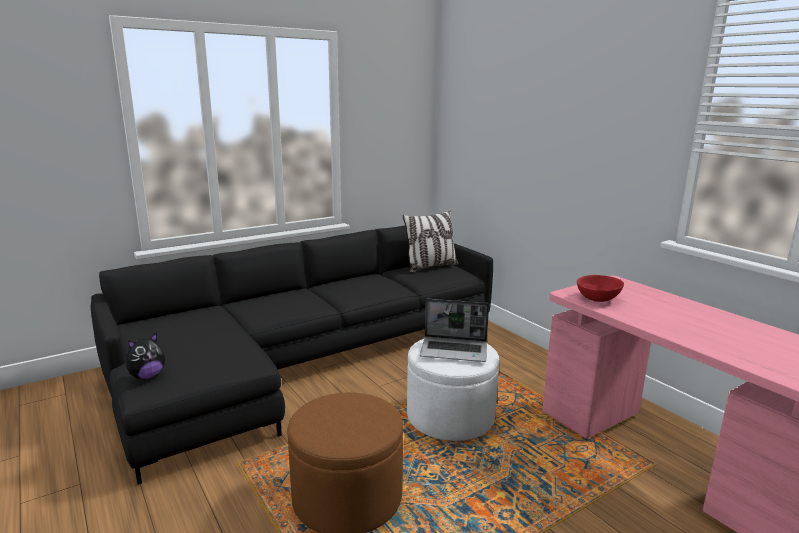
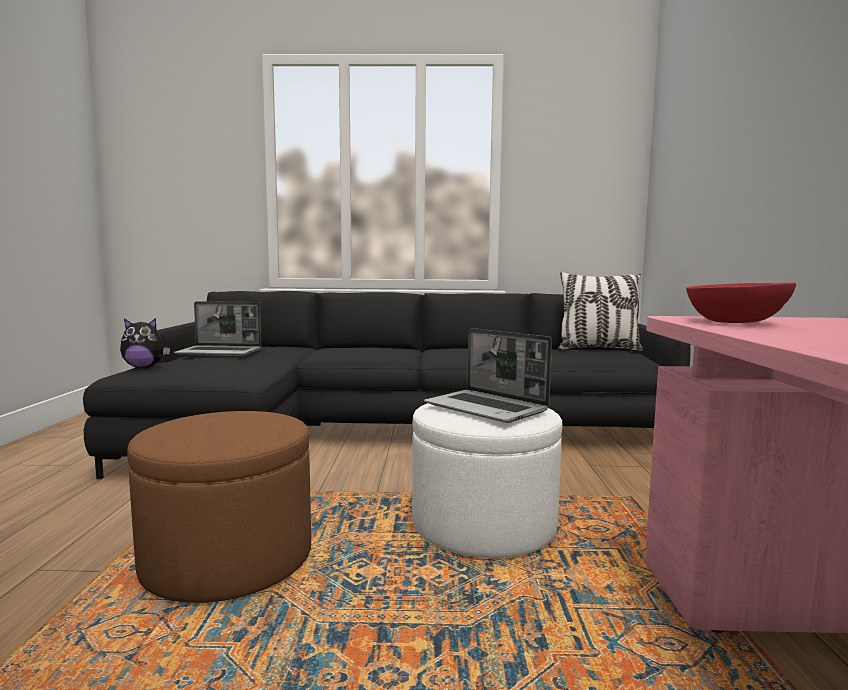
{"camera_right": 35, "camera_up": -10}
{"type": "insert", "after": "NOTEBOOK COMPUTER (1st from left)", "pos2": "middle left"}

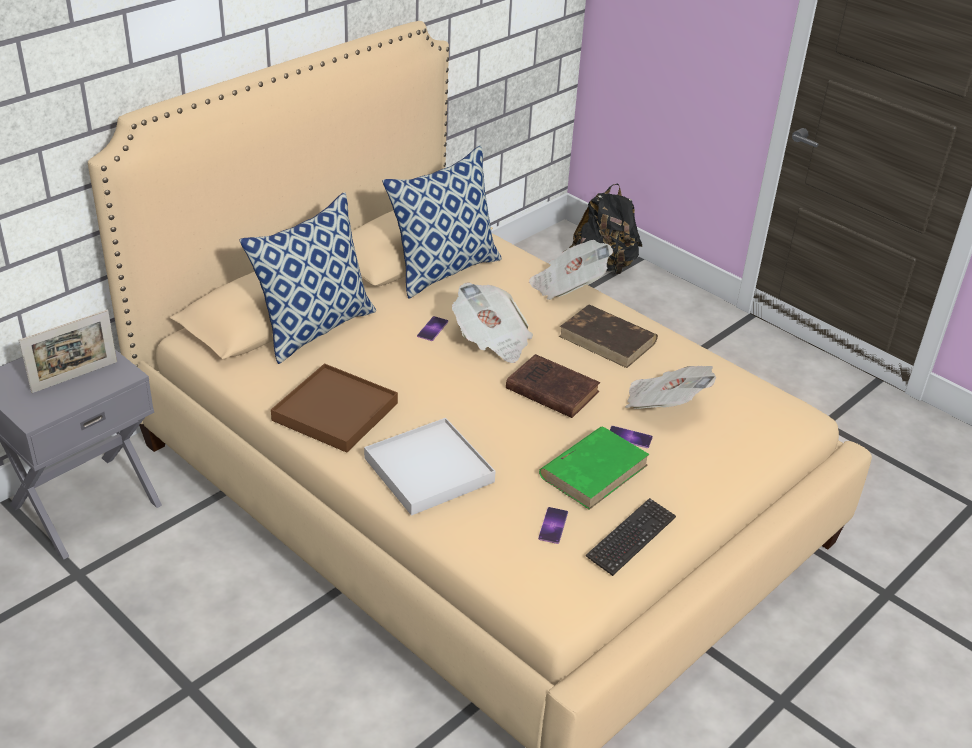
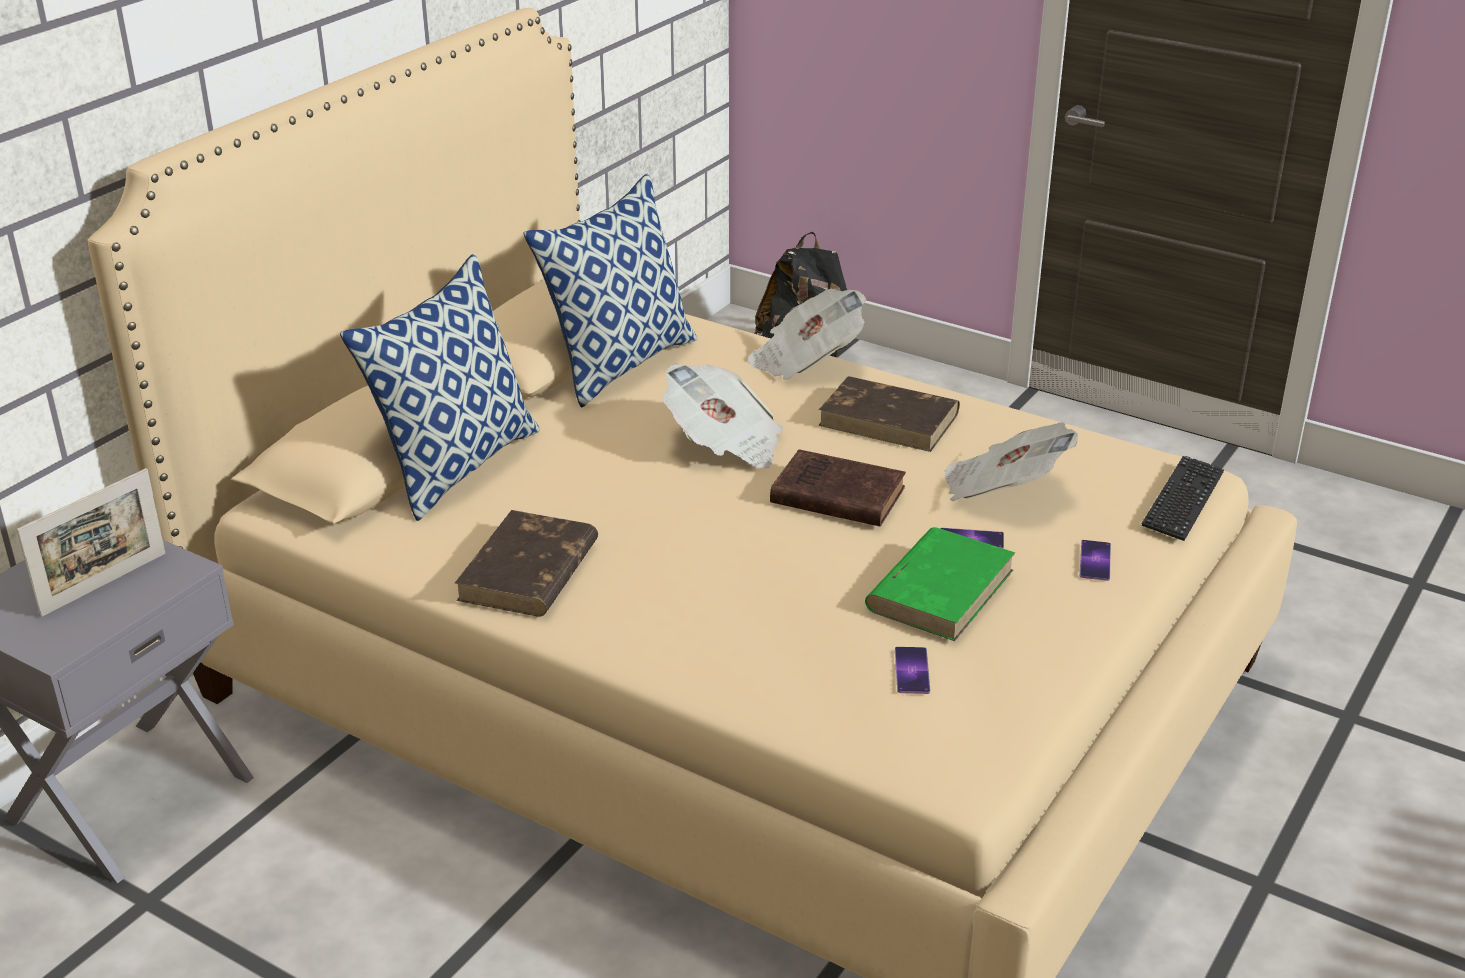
{"camera_right": -10, "camera_up": -5}
{"type": "replace", "before": "BROWN-COLOURED SERVING TRAY", "after": "BROWN-COLOURED BOOK (1st from left)", "pos1": "centre", "pos2": "centre"}
{"type": "move", "before": "TELEPHONE (1st from left in the first image)", "after": "TELEPHONE (3rd from left)", "pos1": "centre", "pos2": "middle right"}
{"type": "move", "before": "KEYBOARD", "pos1": "bottom centre", "pos2": "middle right"}
{"type": "delete", "before": "WHITE SERVING TRAY", "pos1": "centre"}

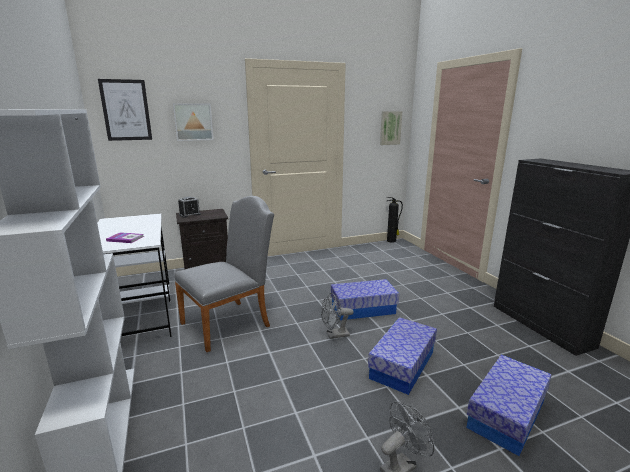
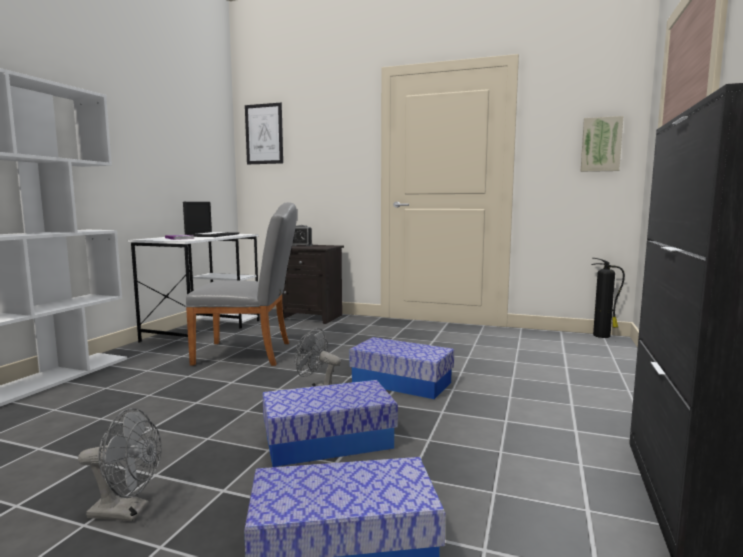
{"camera_right": 40, "camera_up": -10}
{"type": "insert", "after": "NOTEBOOK COMPUTER", "pos2": "middle left"}
{"type": "delete", "before": "PICTURE (2nd from left)", "pos1": "top left"}

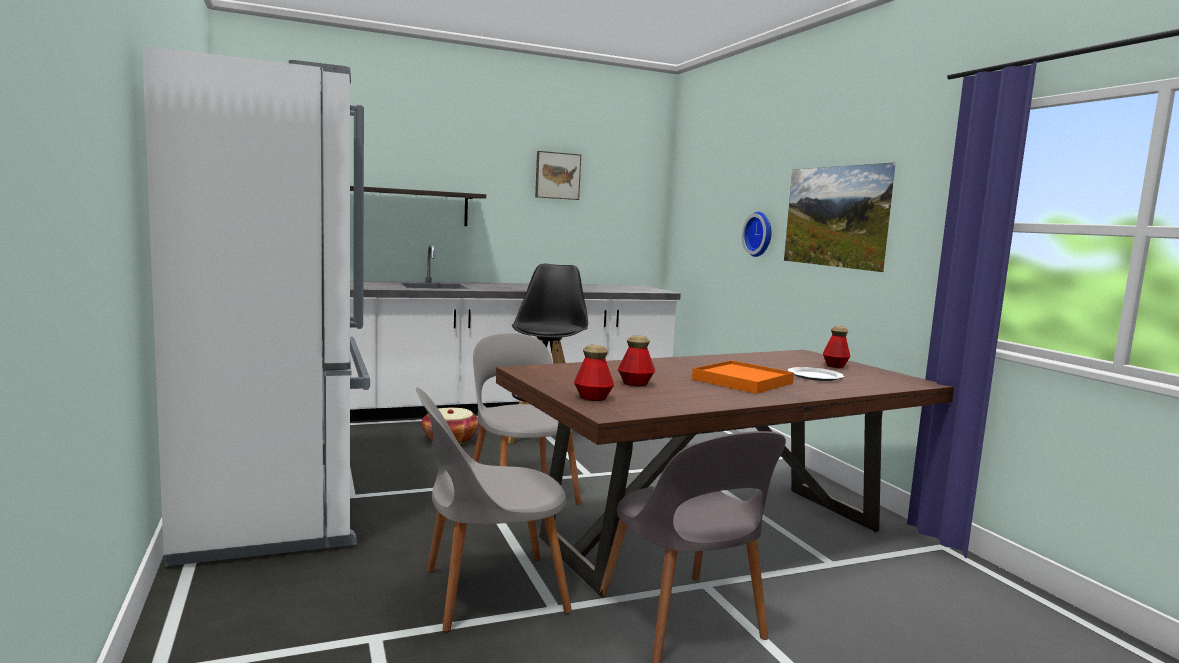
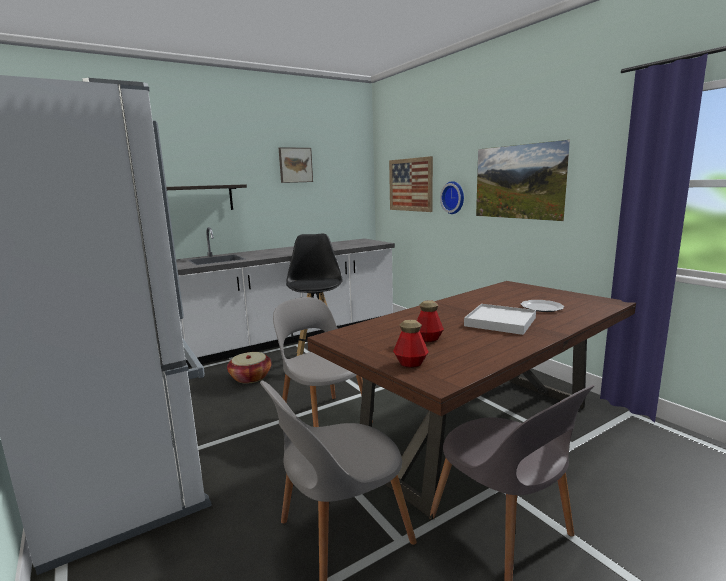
{"camera_right": -10, "camera_up": 5}
{"type": "insert", "after": "PICTURE (2nd from left)", "pos2": "top centre"}
{"type": "recolor", "before": "ORANGE-COLOURED SERVING TRAY", "after": "WHITE SERVING TRAY", "pos1": "centre", "pos2": "middle right"}
{"type": "delete", "before": "BEVERAGE BOTTLE (3rd from left)", "pos1": "middle right"}

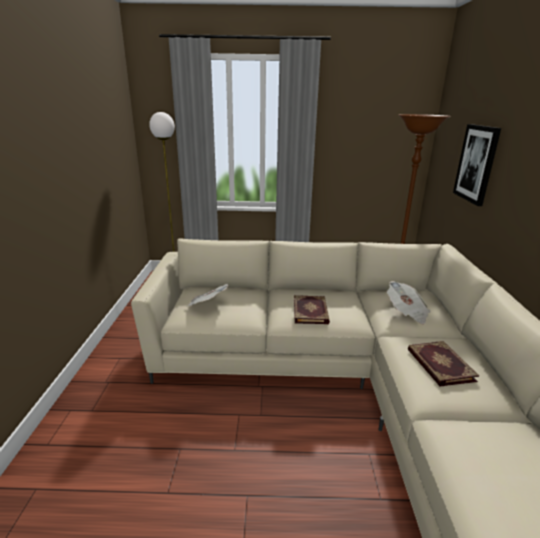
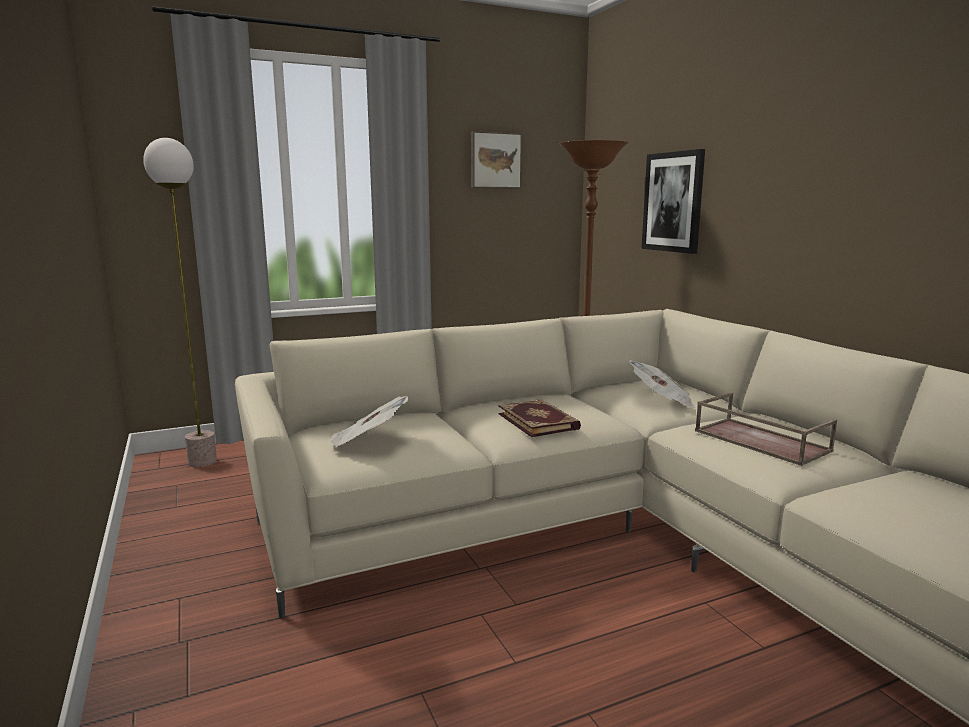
{"camera_right": -25, "camera_up": -10}
{"type": "insert", "after": "PICTURE (1st from left)", "pos2": "top centre"}
{"type": "replace", "before": "BOOK (2nd from left)", "after": "BROWN-COLOURED SERVING TRAY", "pos1": "bottom right", "pos2": "middle right"}

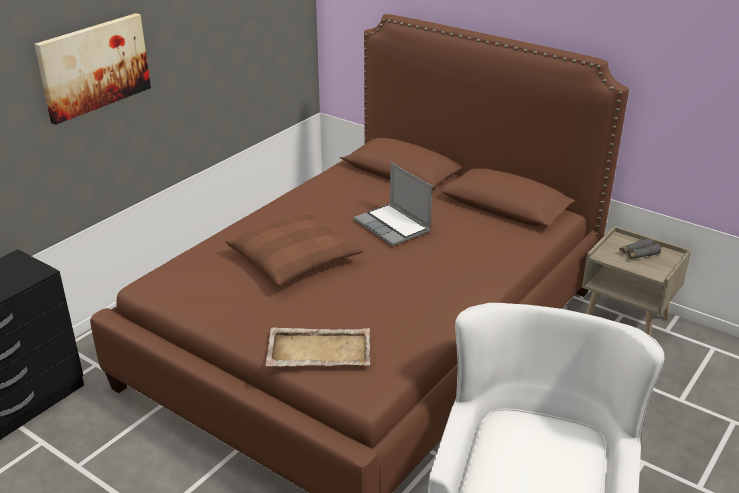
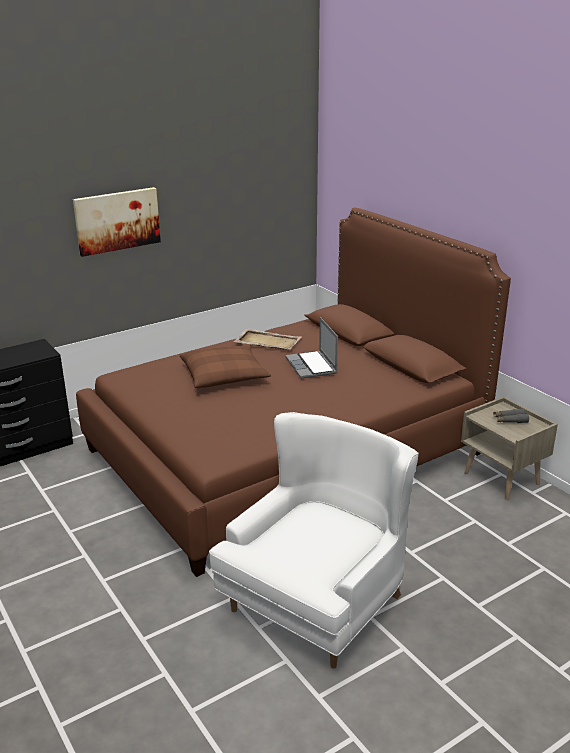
{"camera_right": 20, "camera_up": -5}
{"type": "move", "before": "BEIGE SERVING TRAY", "pos1": "bottom centre", "pos2": "centre"}

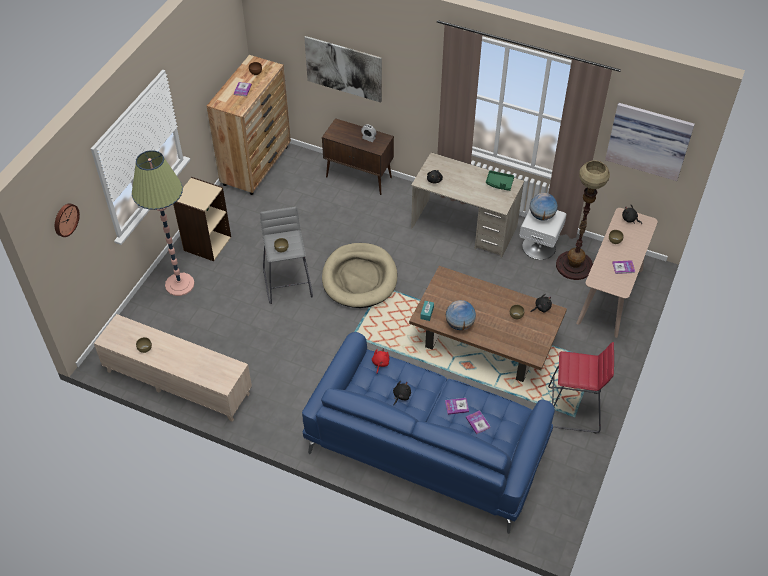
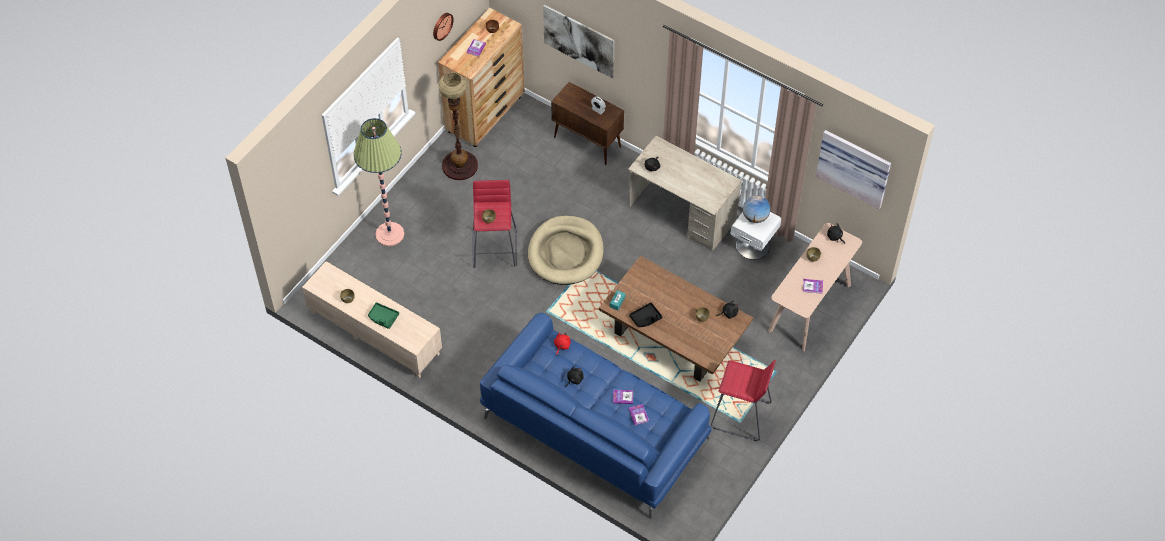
{"camera_right": 10, "camera_up": 5}
{"type": "move", "before": "GREEN SERVING TRAY", "pos1": "top centre", "pos2": "middle left"}
{"type": "move", "before": "HANGING CLOCK", "pos1": "middle left", "pos2": "top centre"}
{"type": "move", "before": "STANDING LAMP (2nd from left)", "pos1": "middle right", "pos2": "top centre"}
{"type": "recolor", "before": "GRAY STOOL SEAT", "after": "RED STOOL SEAT (1st from left)", "pos1": "centre", "pos2": "centre"}
{"type": "replace", "before": "DESK GLOBE (1st from left)", "after": "BLACK SERVING TRAY", "pos1": "centre", "pos2": "centre"}
{"type": "delete", "before": "BEIGE BOOKSHELF", "pos1": "middle left"}

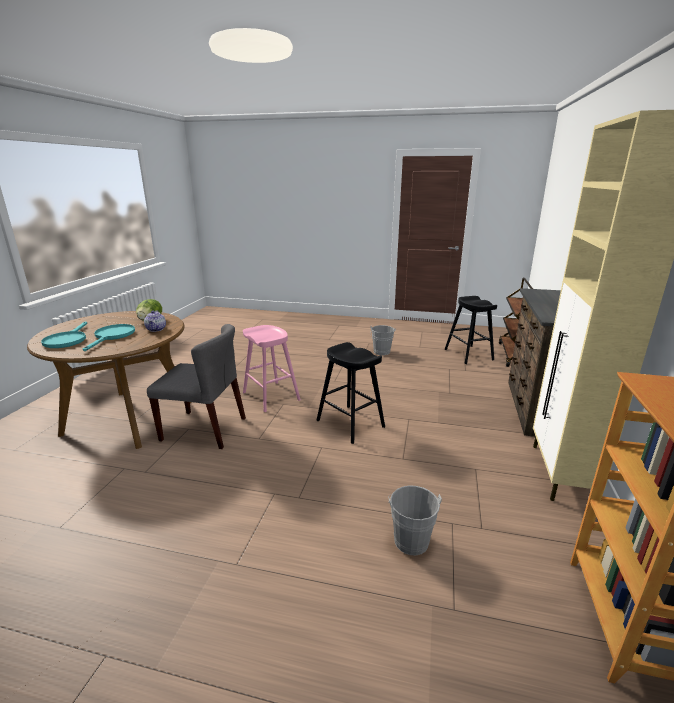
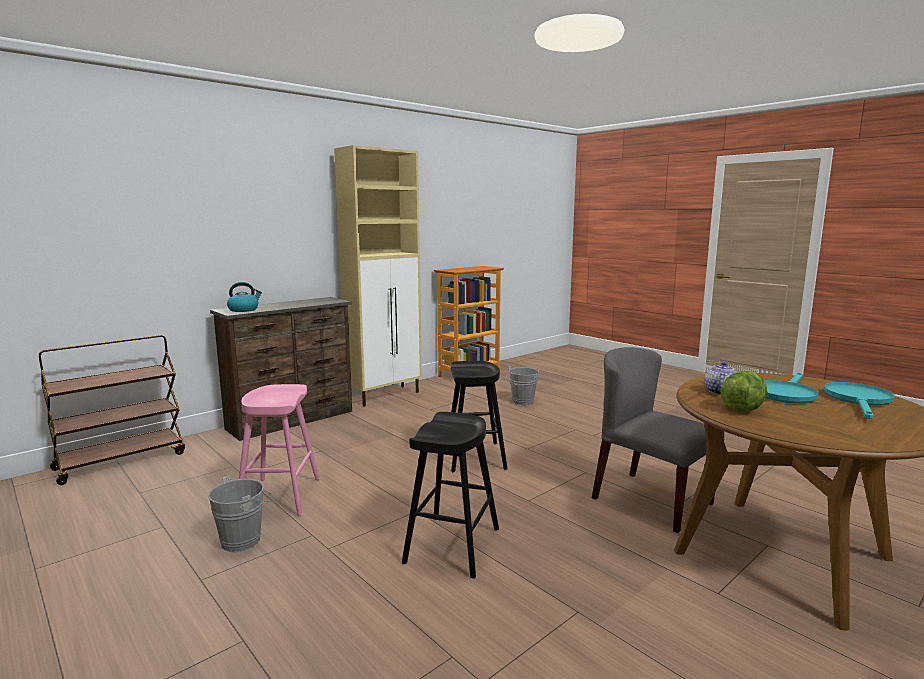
{"camera_right": -145, "camera_up": -10}
{"type": "insert", "after": "WATER KETTLE", "pos2": "middle left"}
{"type": "move", "before": "PINKISH STOOL SEAT", "pos1": "centre", "pos2": "middle left"}
{"type": "move", "before": "BLACK STOOL SEAT (2nd from left in the first image)", "after": "BLACK STOOL SEAT (1st from left)", "pos1": "middle right", "pos2": "bottom centre"}

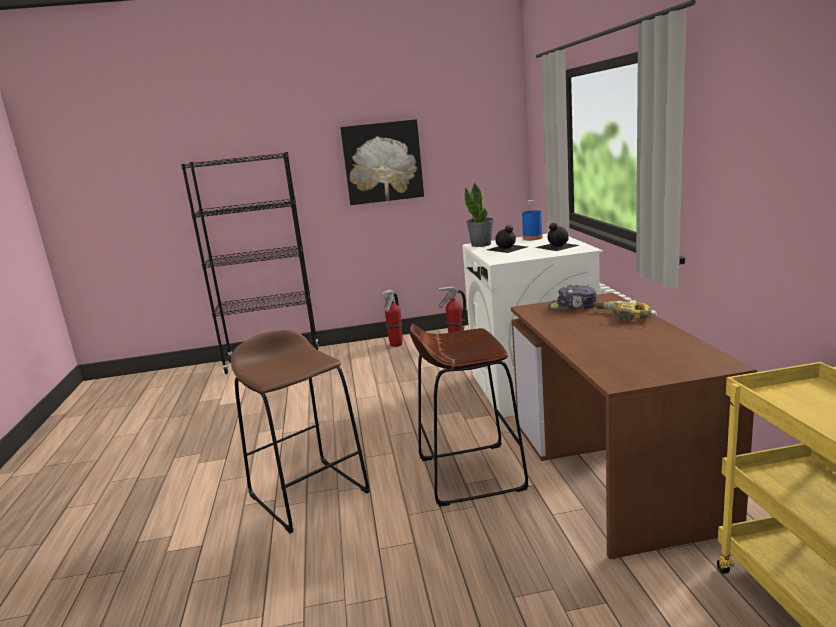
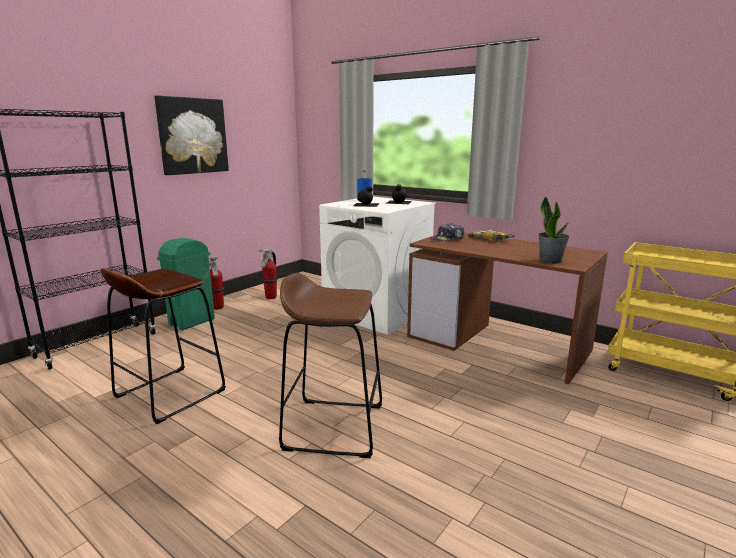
{"camera_right": -45, "camera_up": 0}
{"type": "move", "before": "BROWN-COLOURED STOOL SEAT (2nd from left in the first image)", "after": "BROWN-COLOURED STOOL SEAT (1st from left)", "pos1": "centre", "pos2": "middle left"}
{"type": "insert", "after": "GREEN RUBBISH BIN", "pos2": "middle left"}
{"type": "move", "before": "HOUSEPLANT", "pos1": "centre", "pos2": "middle right"}

